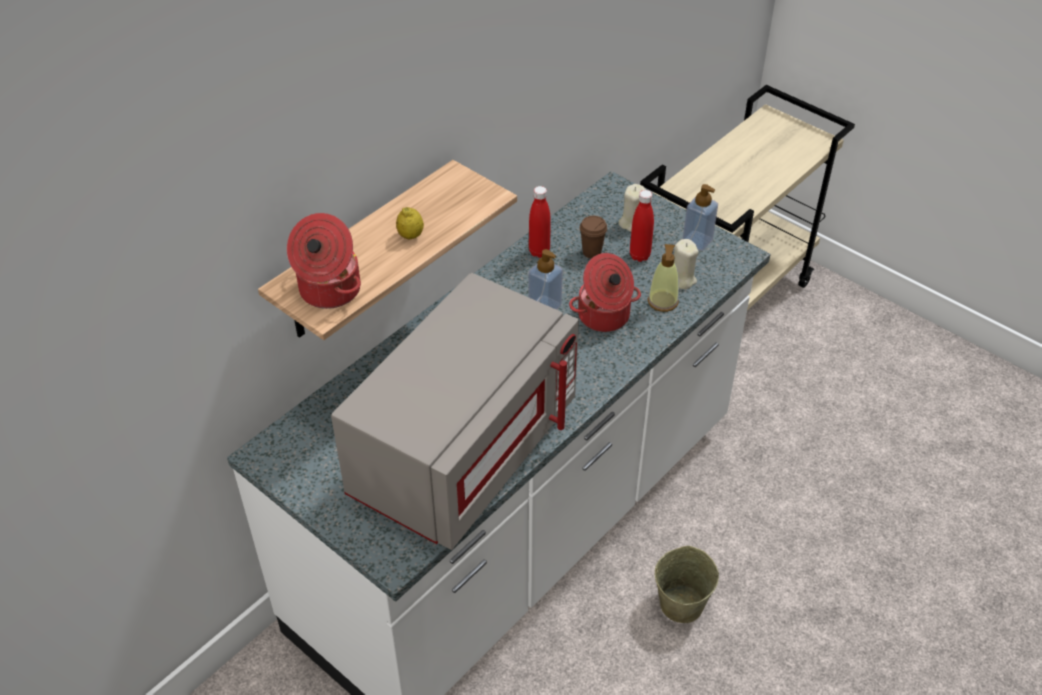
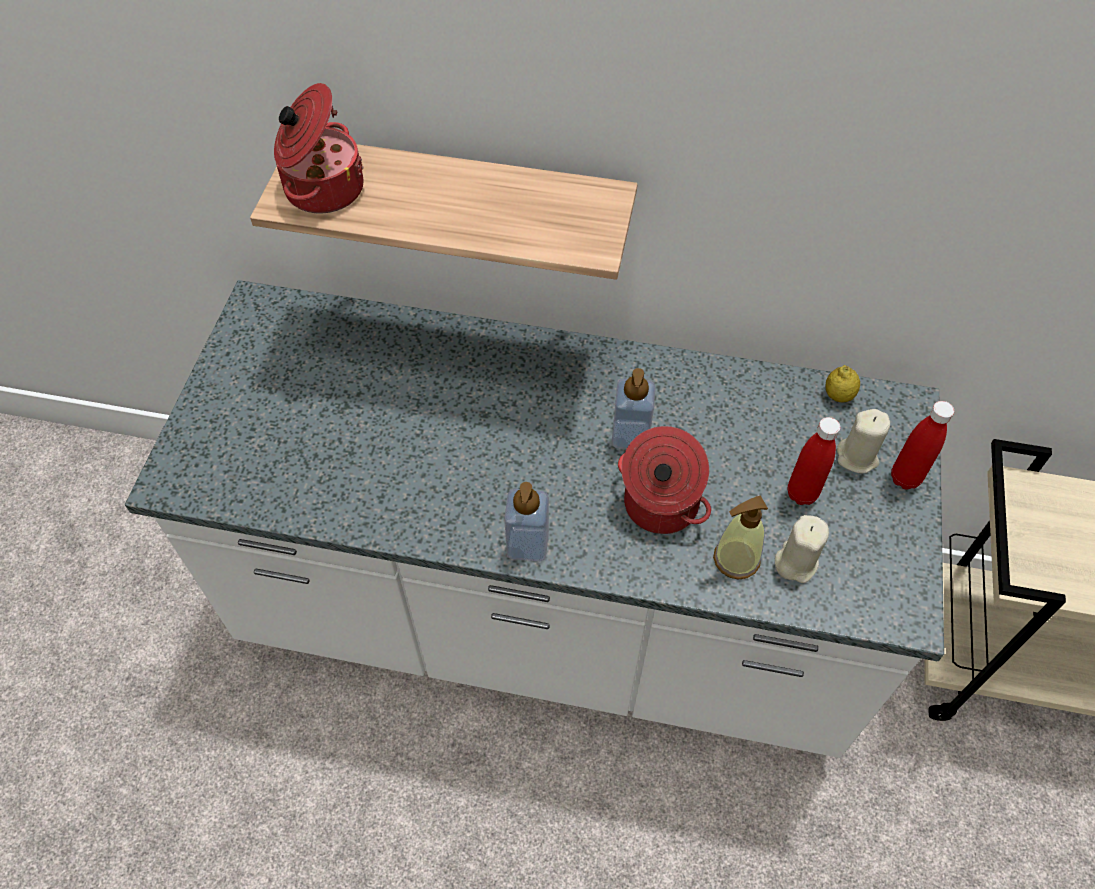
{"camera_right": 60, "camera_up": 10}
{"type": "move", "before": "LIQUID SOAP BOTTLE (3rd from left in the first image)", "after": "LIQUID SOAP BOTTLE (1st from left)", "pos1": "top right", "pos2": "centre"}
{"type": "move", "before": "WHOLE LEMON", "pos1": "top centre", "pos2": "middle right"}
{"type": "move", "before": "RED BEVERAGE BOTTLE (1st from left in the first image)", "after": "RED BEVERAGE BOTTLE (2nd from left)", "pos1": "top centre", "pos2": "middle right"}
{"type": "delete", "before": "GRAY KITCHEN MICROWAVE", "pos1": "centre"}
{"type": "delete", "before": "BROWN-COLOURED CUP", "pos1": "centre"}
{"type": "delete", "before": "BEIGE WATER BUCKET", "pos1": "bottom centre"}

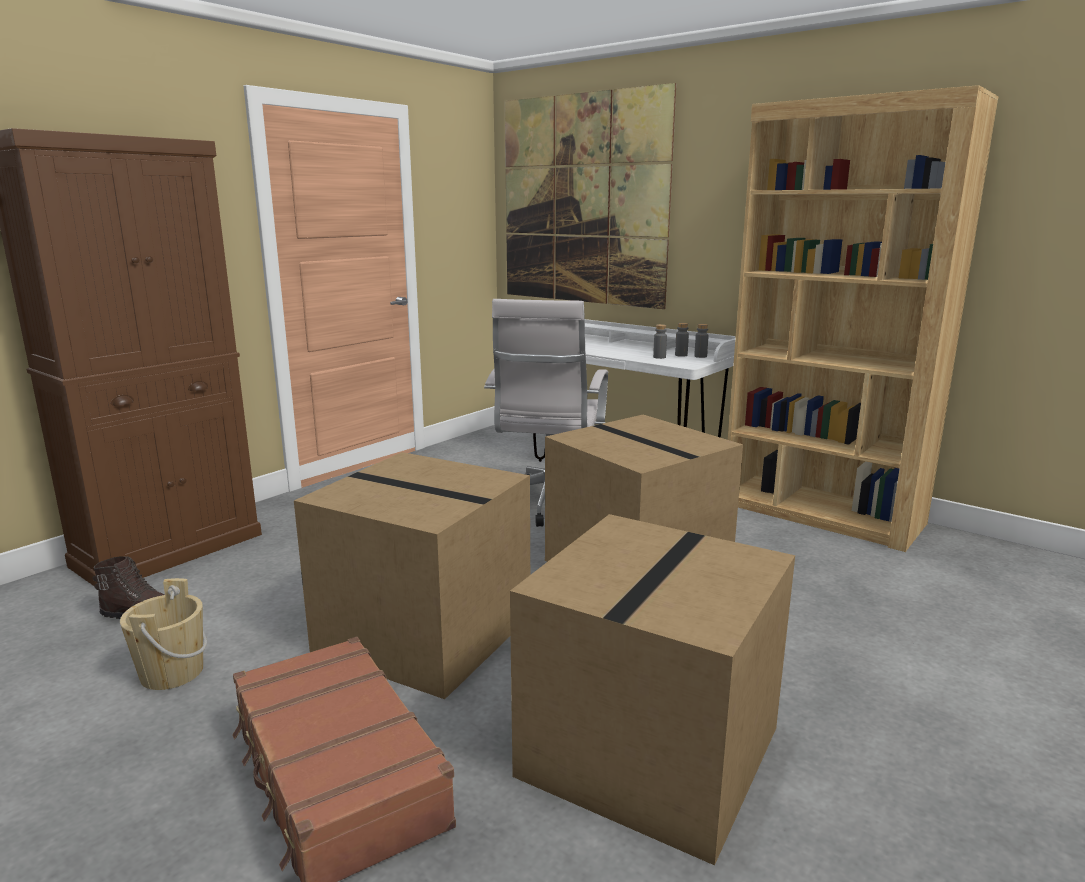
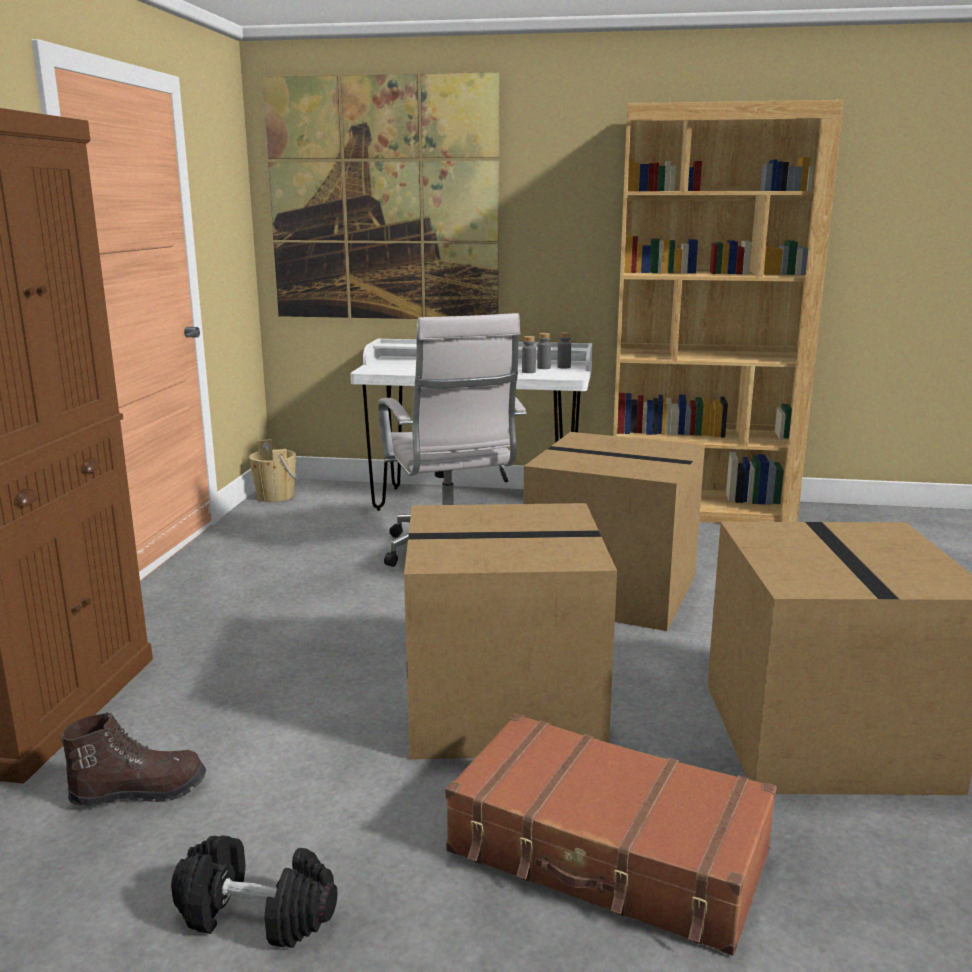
{"camera_right": -30, "camera_up": 0}
{"type": "insert", "after": "BLACK HAND WEIGHT", "pos2": "bottom left"}
{"type": "move", "before": "BEIGE WATER BUCKET", "pos1": "bottom left", "pos2": "middle left"}

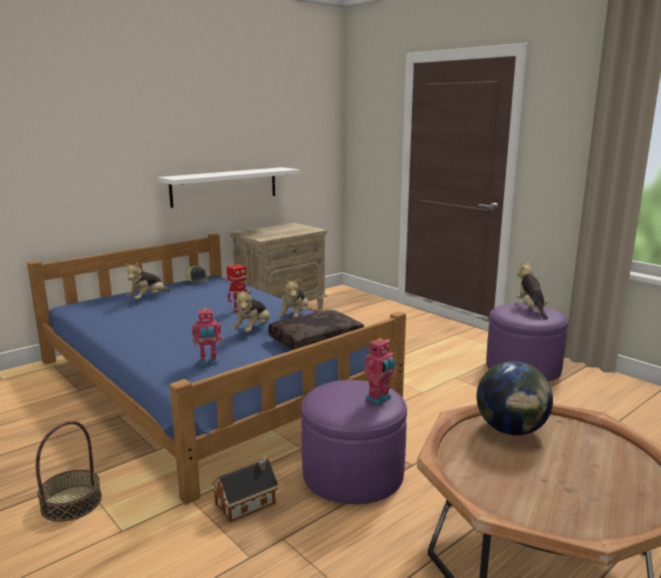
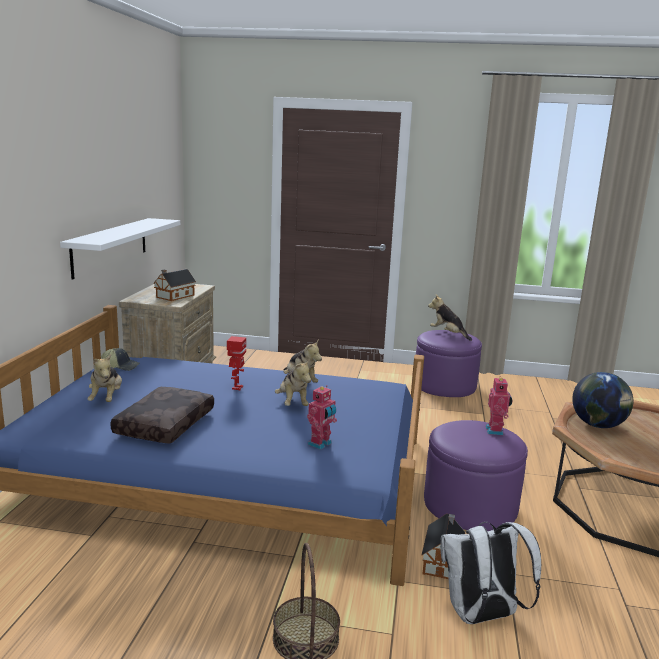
{"camera_right": -40, "camera_up": 0}
{"type": "move", "before": "BROWN-COLOURED THROW PILLOW", "pos1": "centre", "pos2": "middle left"}
{"type": "insert", "after": "MINIATURE HOUSE (1st from left)", "pos2": "middle left"}
{"type": "insert", "after": "WHITE KNAPSACK", "pos2": "bottom right"}

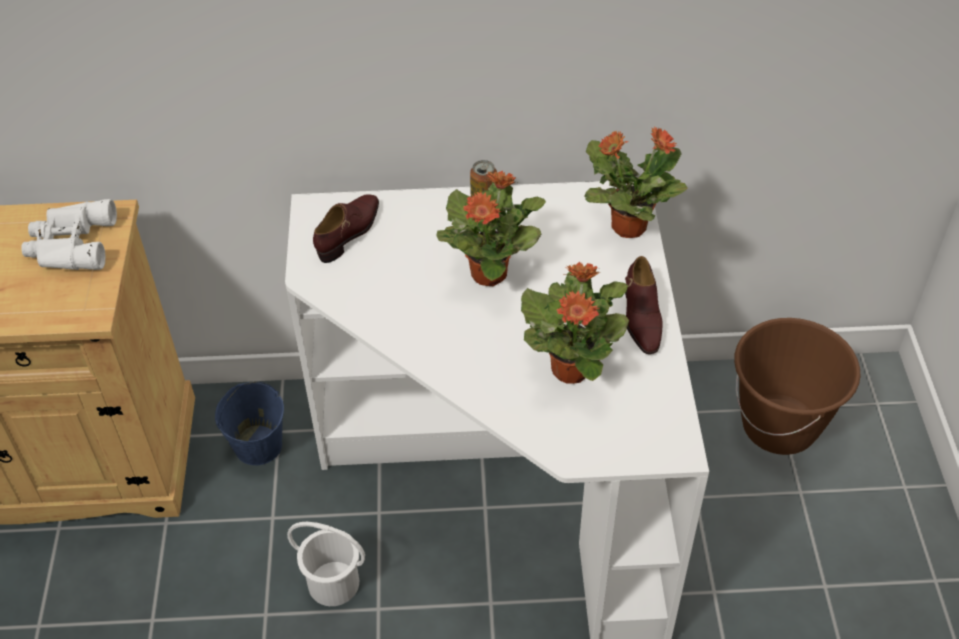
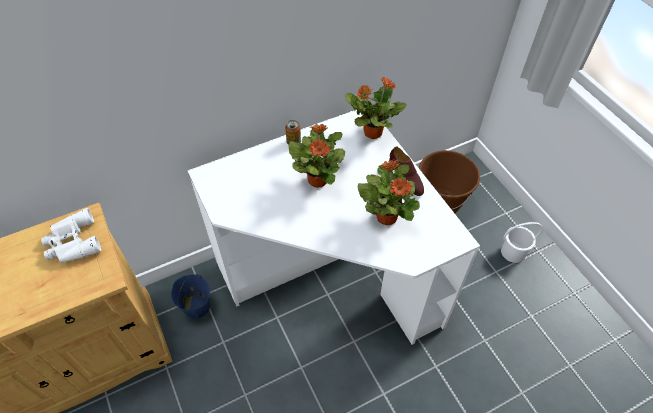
{"camera_right": -25, "camera_up": 5}
{"type": "move", "before": "WHITE WATER BUCKET", "pos1": "bottom centre", "pos2": "middle right"}
{"type": "delete", "before": "BROWN-COLOURED ITEM OF FOOTWEAR (1st from left)", "pos1": "centre"}

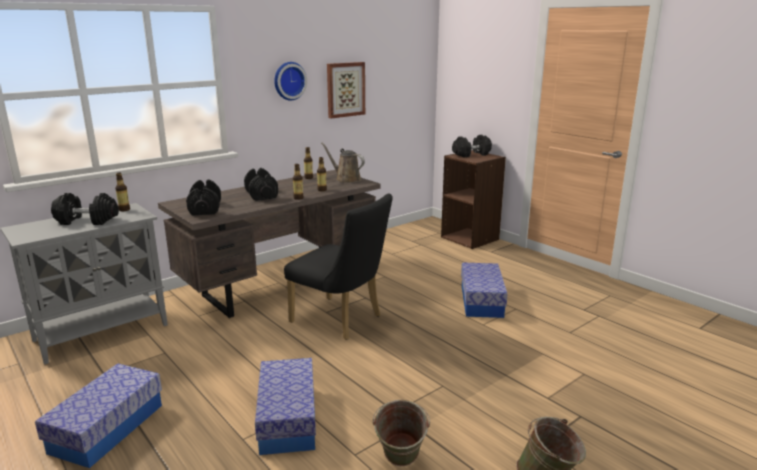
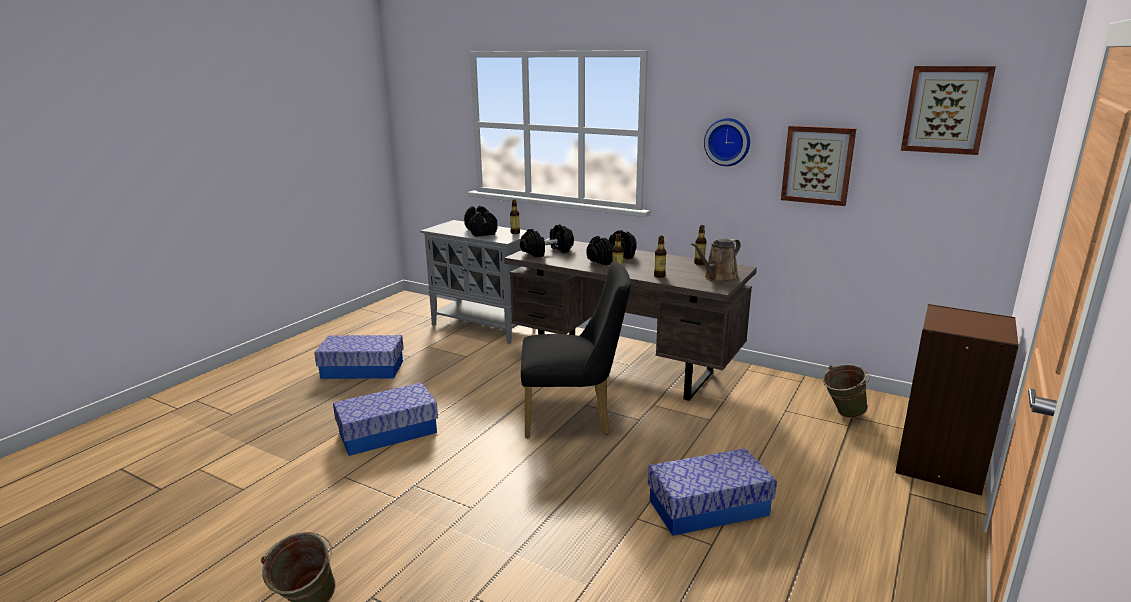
{"camera_right": 70, "camera_up": 0}
{"type": "rotate", "before": "BLACK CHAIR", "pos1": "centre", "pos2": "centre", "turn": -105}
{"type": "rotate", "before": "BROWN-COLOURED WATERING POT", "pos1": "centre", "pos2": "centre", "turn": -150}
{"type": "move", "before": "GREEN WATER BUCKET (1st from left in the first image)", "after": "GREEN WATER BUCKET (2nd from left)", "pos1": "bottom centre", "pos2": "middle right"}
{"type": "insert", "after": "PICTURE (2nd from left)", "pos2": "top right"}
{"type": "delete", "before": "BLACK HAND WEIGHT (4th from left)", "pos1": "top centre"}

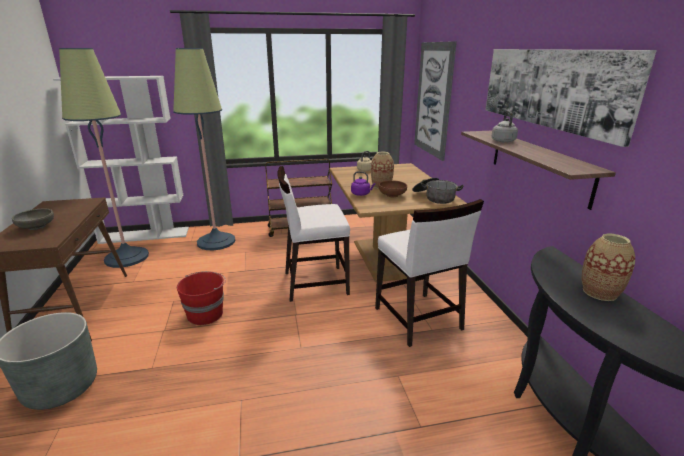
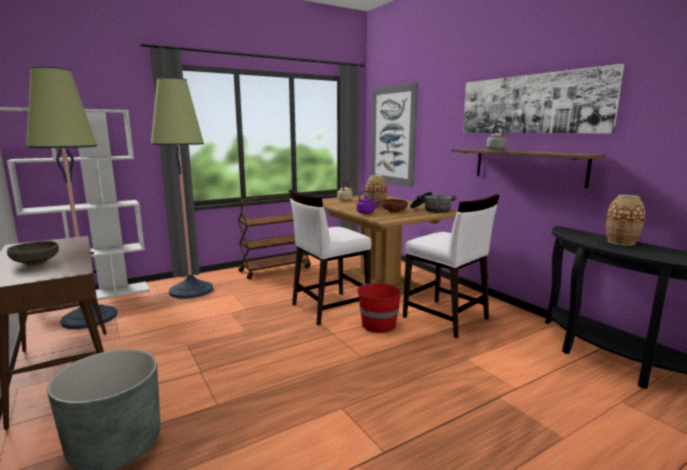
{"camera_right": -20, "camera_up": -10}
{"type": "move", "before": "RED WATER BUCKET", "pos1": "middle left", "pos2": "centre"}

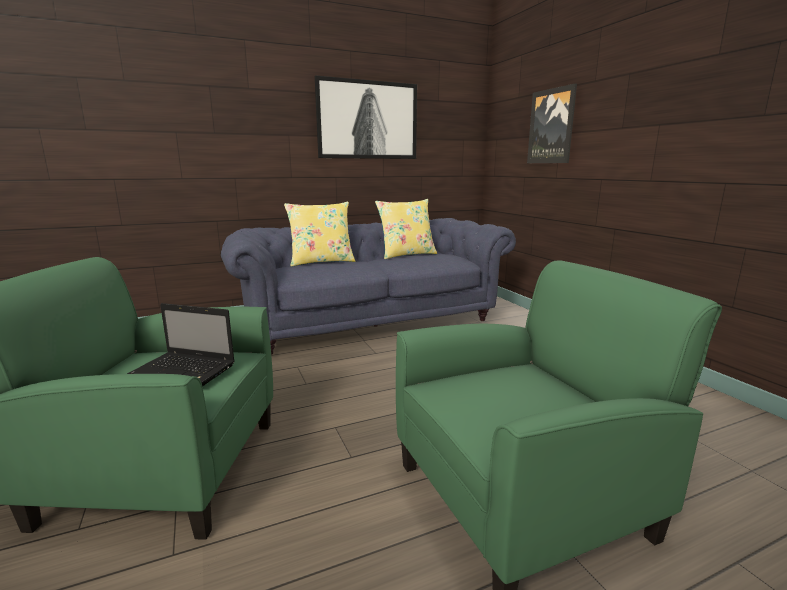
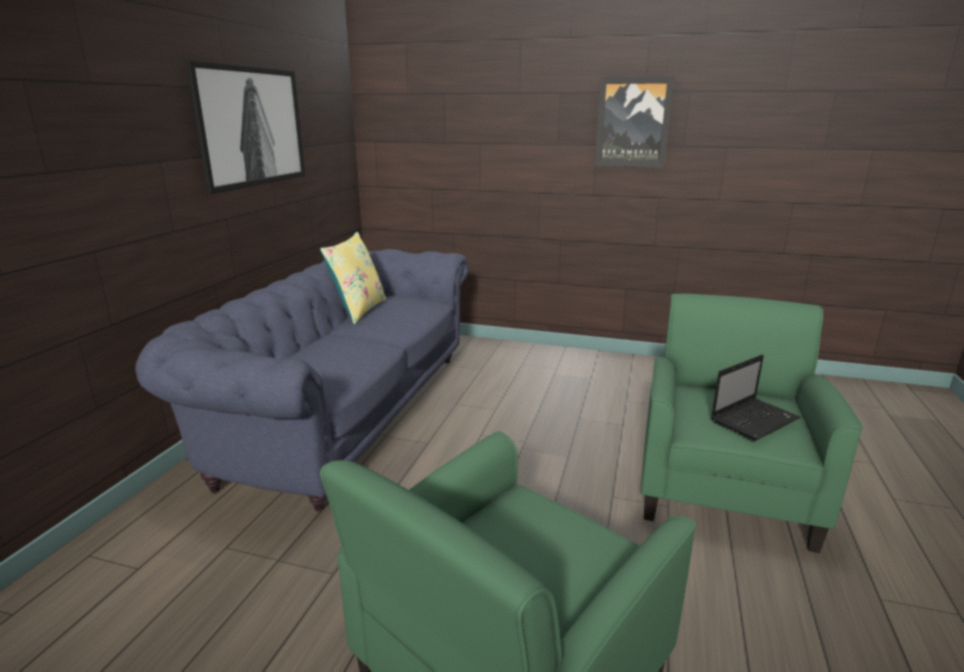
{"camera_right": -50, "camera_up": 5}
{"type": "move", "before": "PICTURE (2nd from left)", "pos1": "top right", "pos2": "top centre"}
{"type": "move", "before": "NOTEBOOK COMPUTER", "pos1": "middle left", "pos2": "middle right"}
{"type": "delete", "before": "YELLOW THROW PILLOW (1st from left)", "pos1": "centre"}

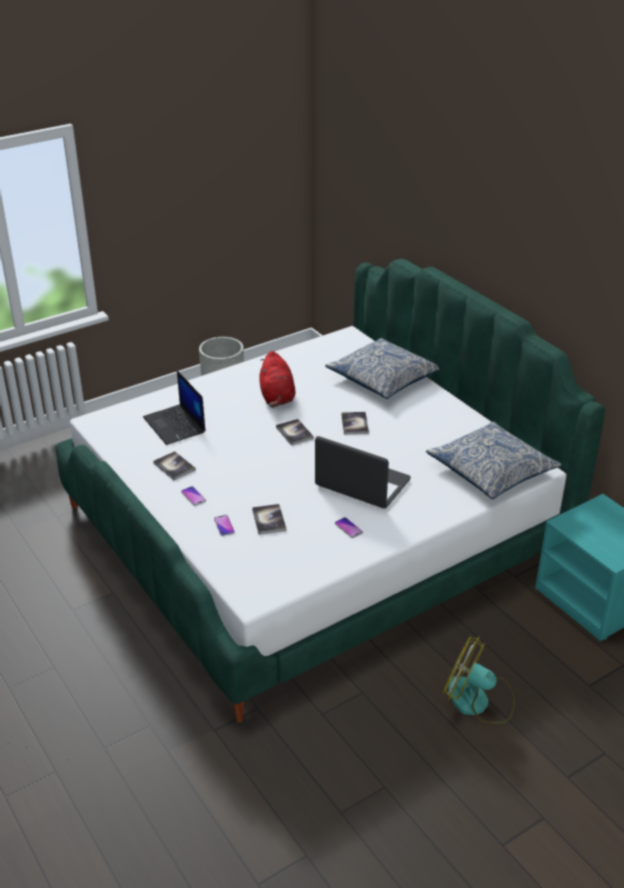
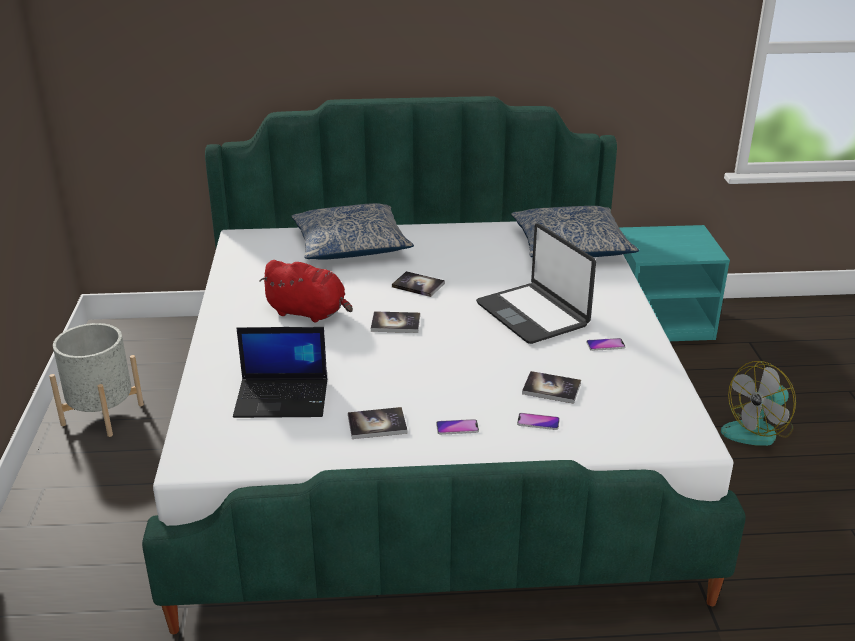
{"camera_right": -60, "camera_up": -5}
{"type": "rotate", "before": "NOTEBOOK COMPUTER (2nd from left)", "pos1": "centre", "pos2": "centre", "turn": -90}

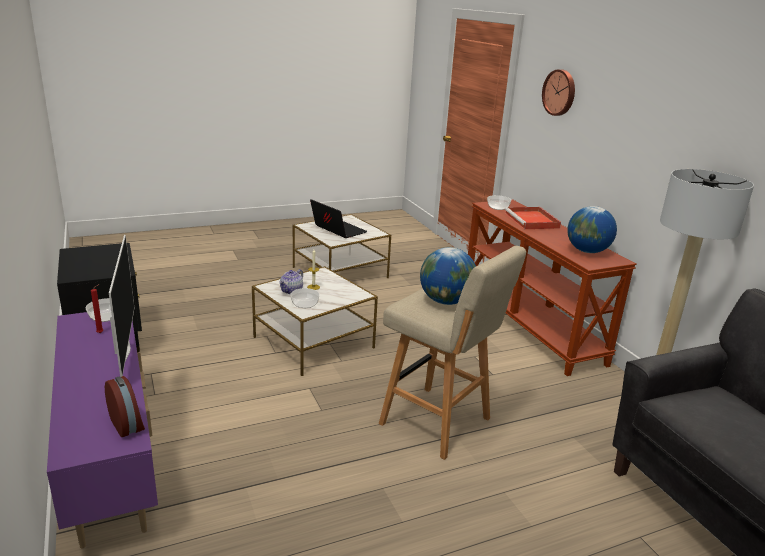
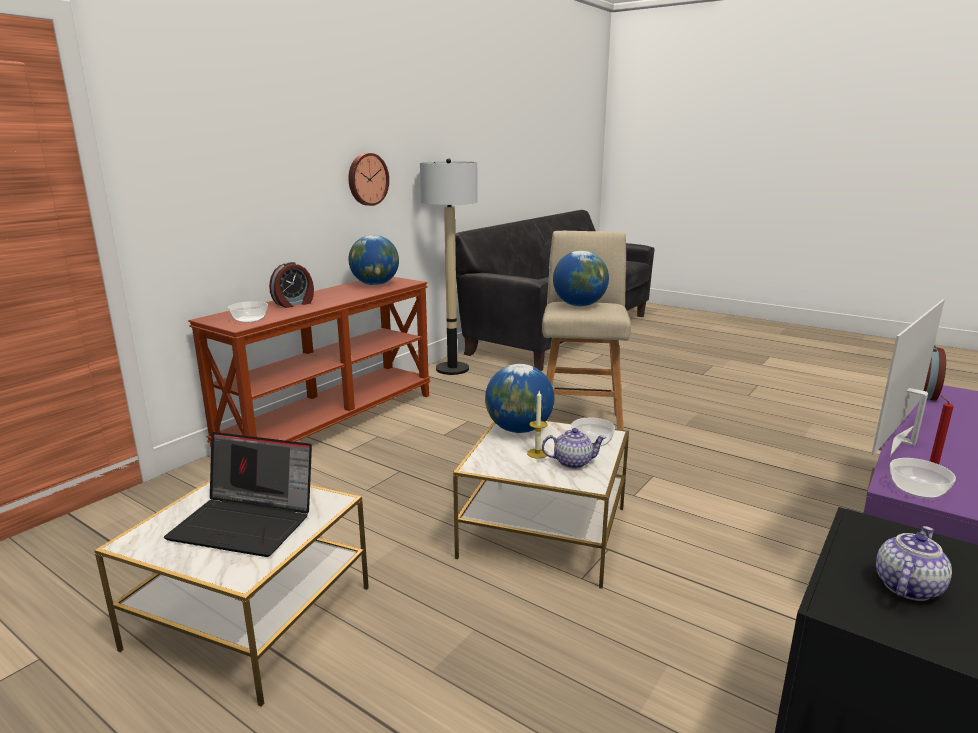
{"camera_right": -120, "camera_up": -5}
{"type": "rotate", "before": "NOTEBOOK COMPUTER", "pos1": "centre", "pos2": "bottom left", "turn": -90}
{"type": "replace", "before": "RED SERVING TRAY", "after": "BEDSIDE CLOCK (1st from left)", "pos1": "middle right", "pos2": "middle left"}
{"type": "move", "before": "HANGING CLOCK", "pos1": "top right", "pos2": "top centre"}
{"type": "insert", "after": "DESK GLOBE (2nd from left)", "pos2": "centre"}
{"type": "insert", "after": "POT FOR TEA (2nd from left)", "pos2": "bottom right"}

